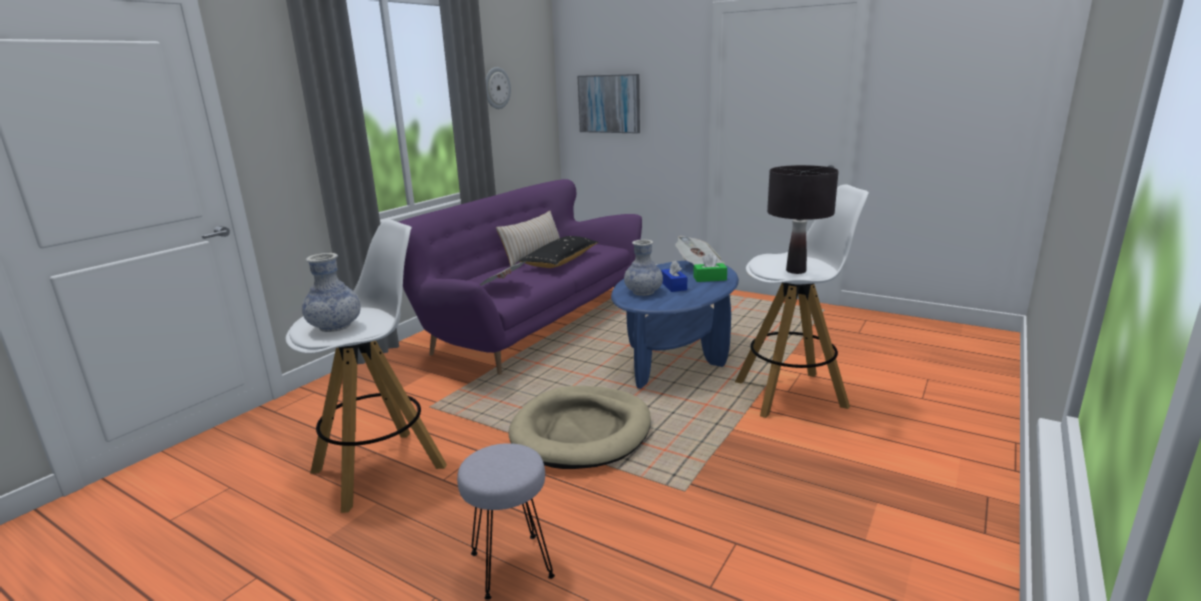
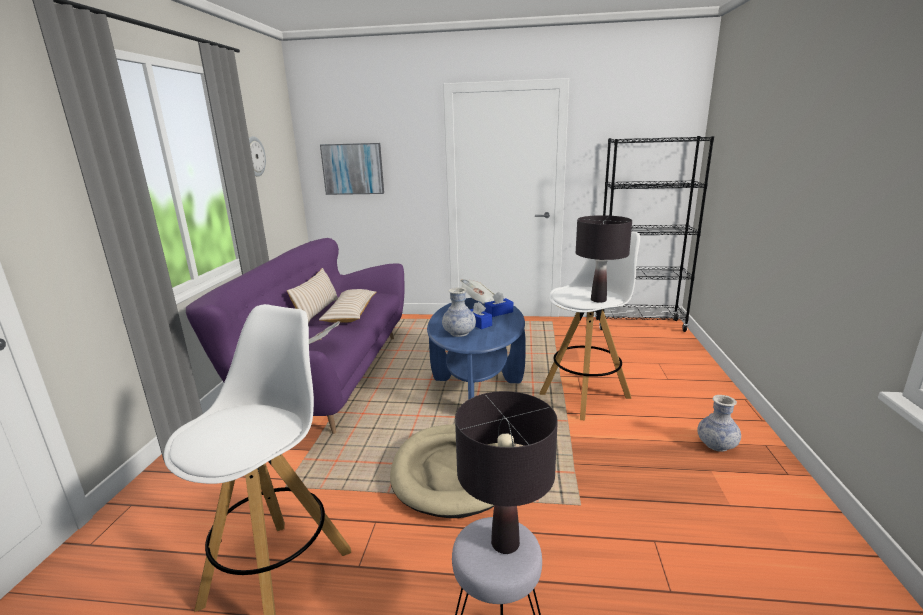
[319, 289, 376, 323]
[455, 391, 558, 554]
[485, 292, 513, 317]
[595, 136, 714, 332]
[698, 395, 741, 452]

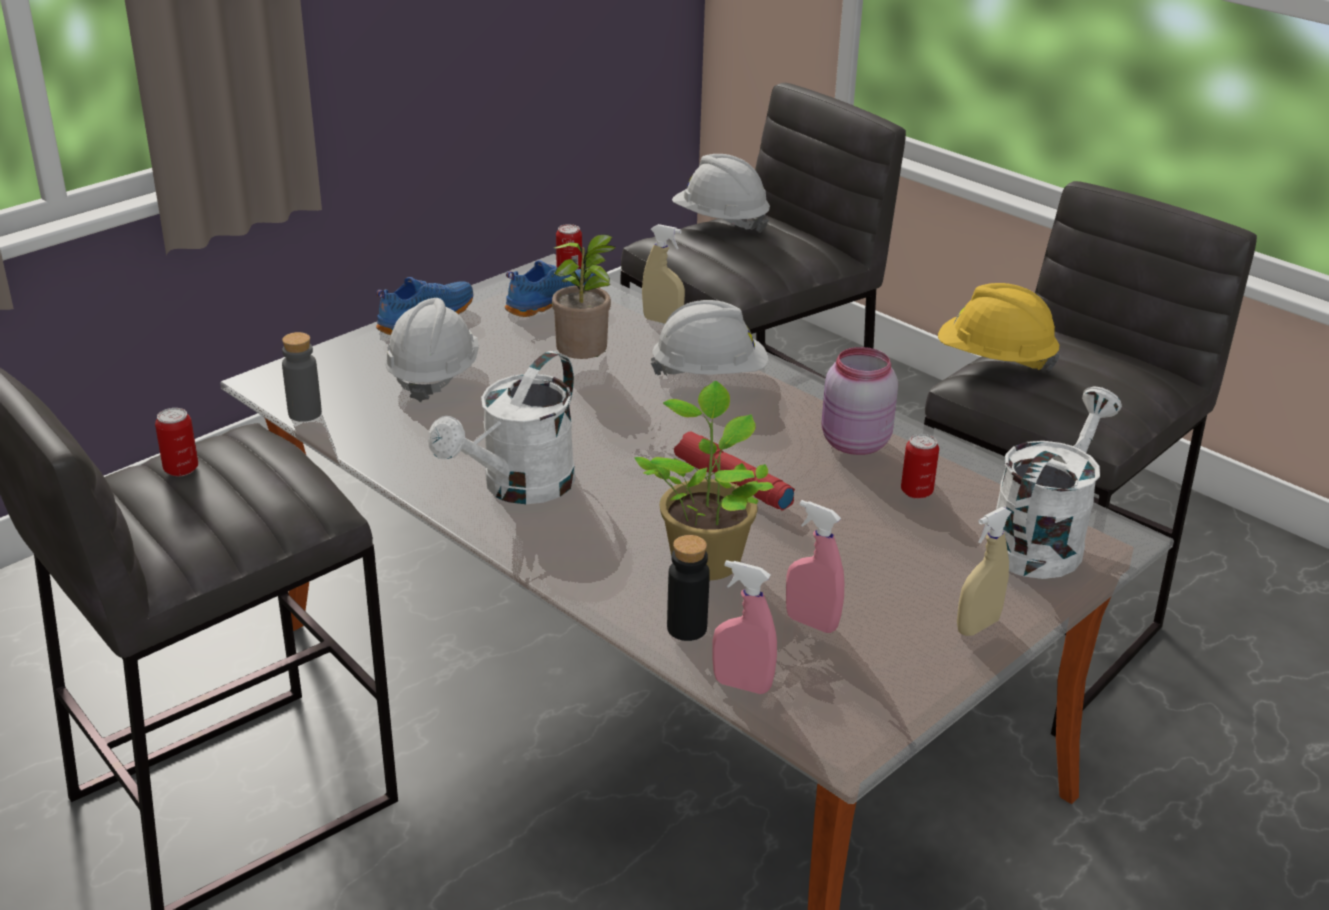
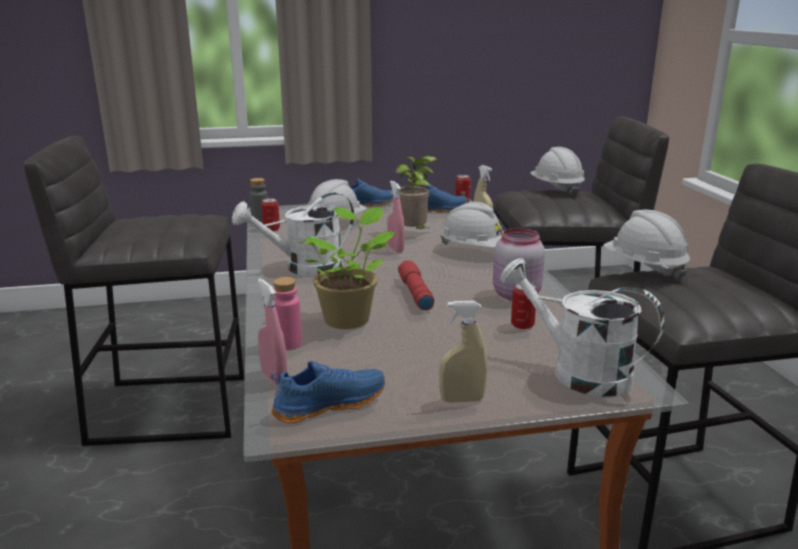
[261, 198, 280, 231]
[271, 361, 385, 423]
[273, 277, 302, 350]
[387, 181, 405, 253]
[500, 258, 664, 397]
[603, 210, 690, 281]

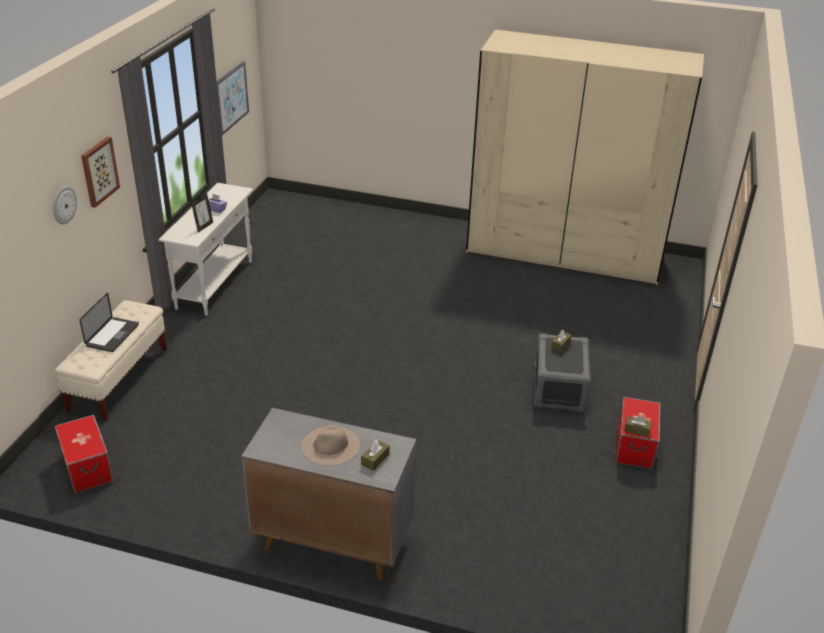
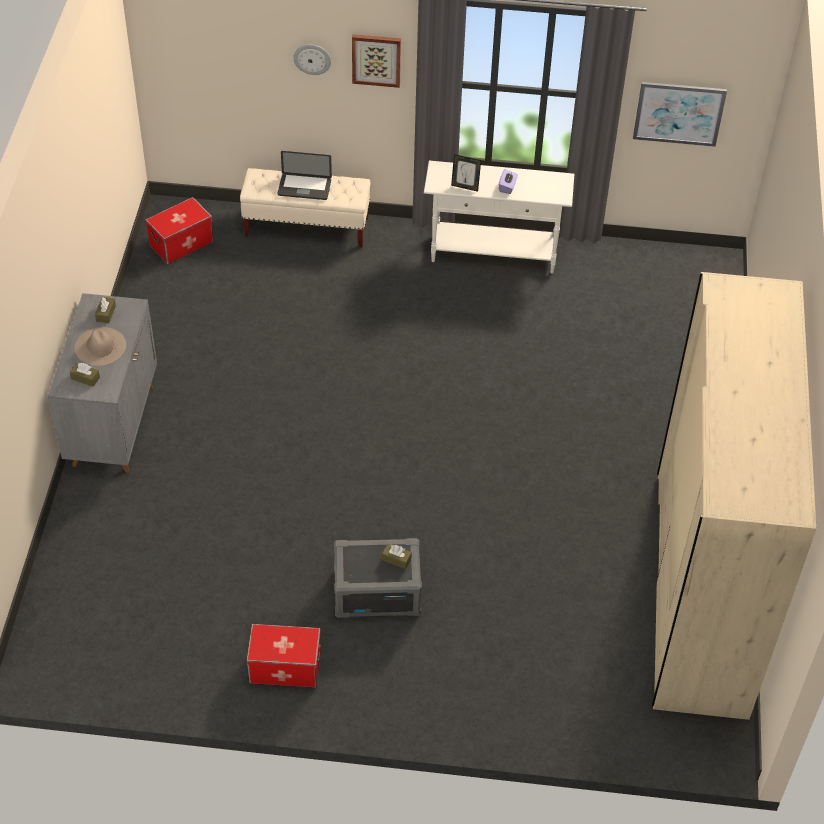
[95, 297, 116, 323]

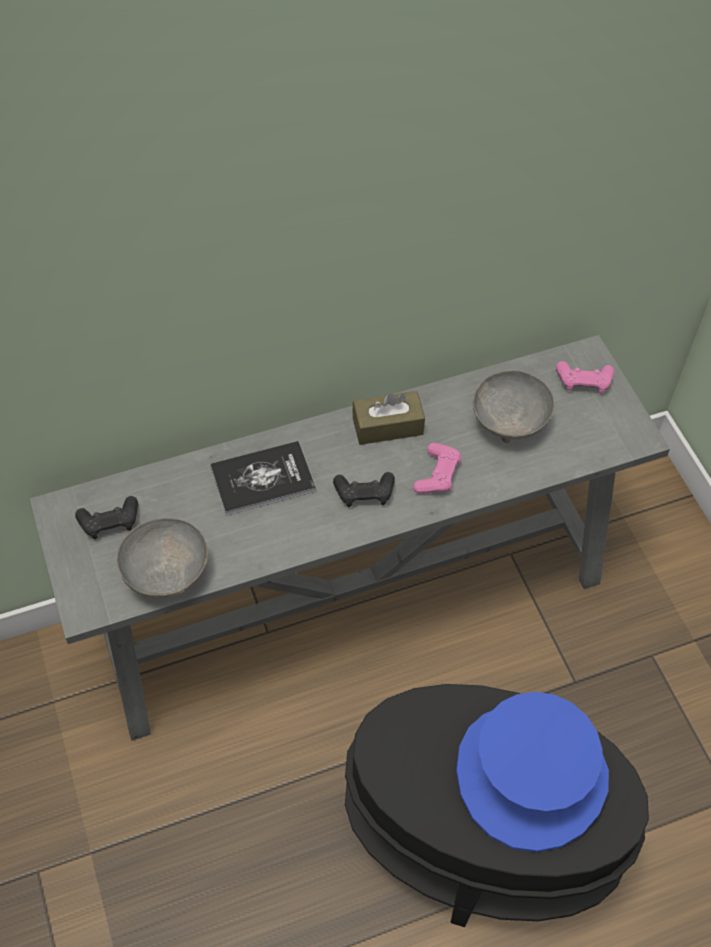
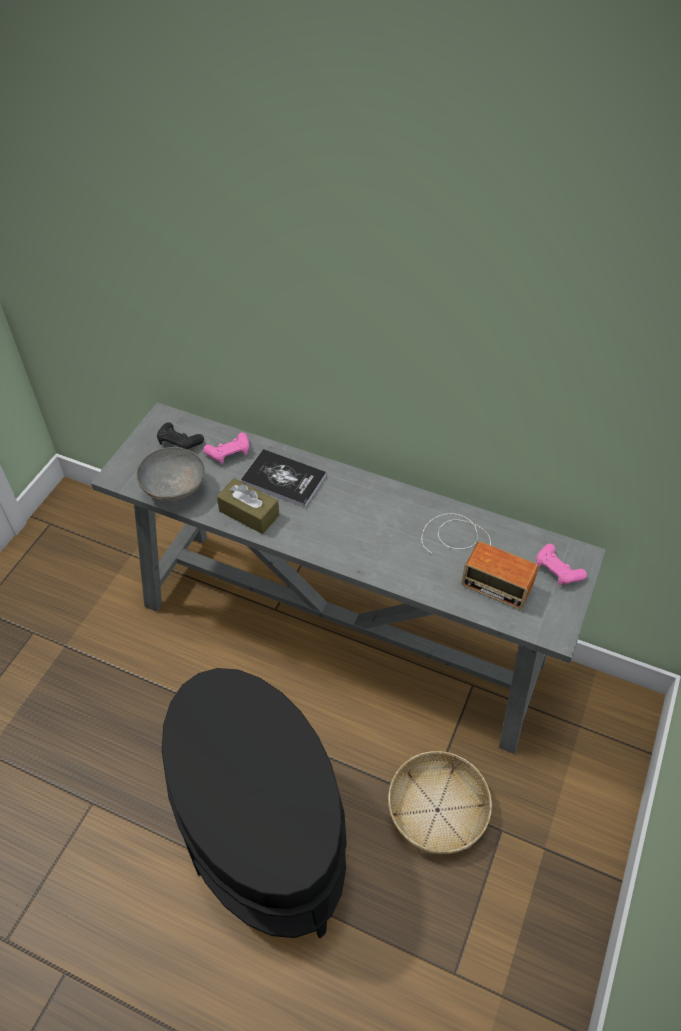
[203, 432, 249, 464]
[217, 478, 279, 534]
[388, 751, 492, 854]
[421, 513, 539, 610]
[333, 472, 395, 507] (first image)
[456, 692, 609, 852] (first image)

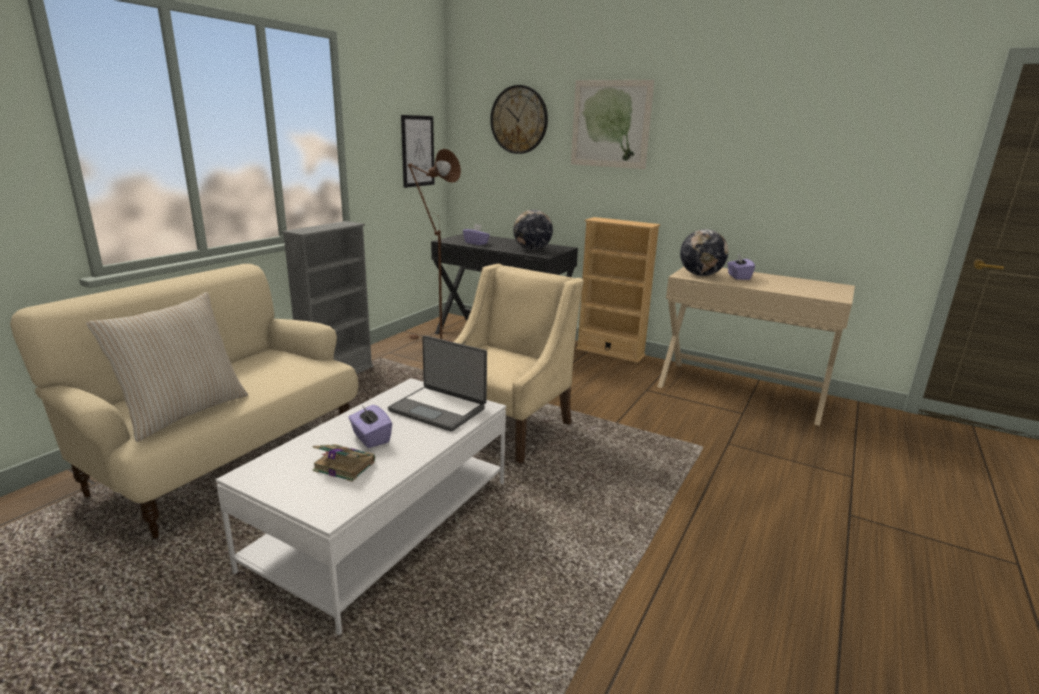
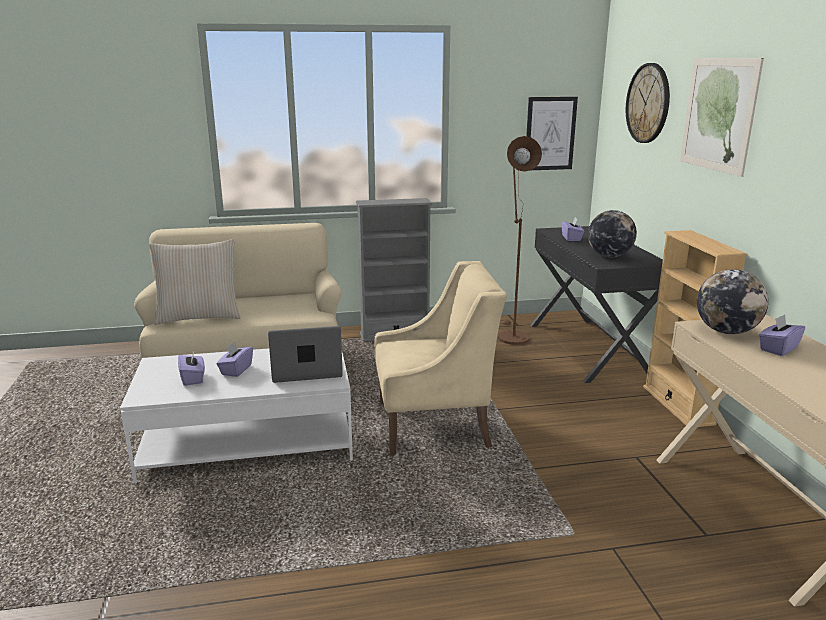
[178, 351, 205, 386]
[268, 326, 343, 383]

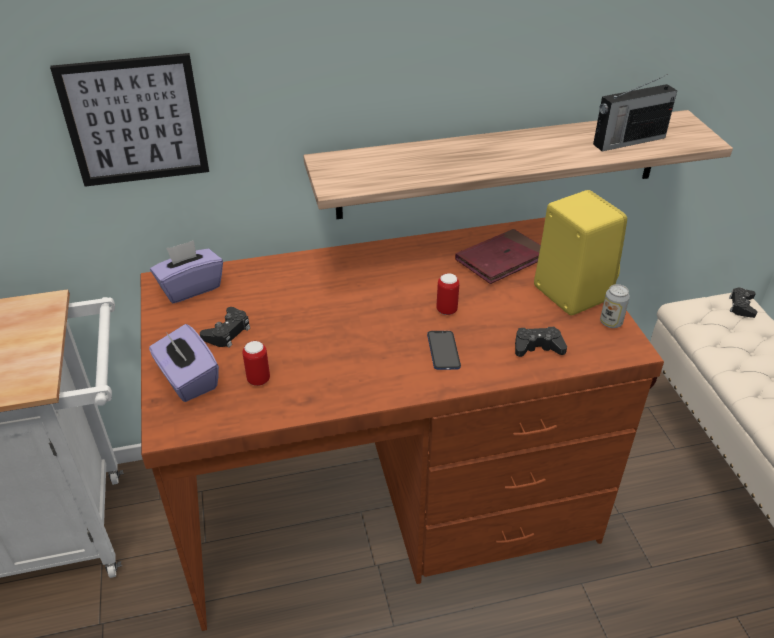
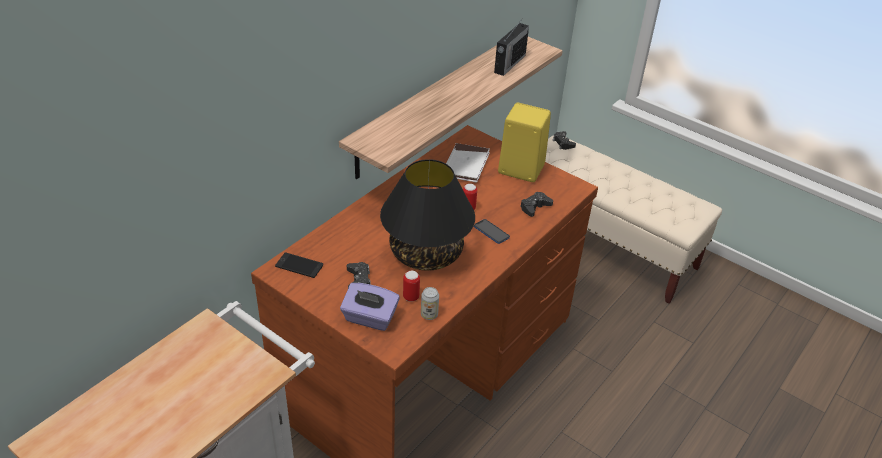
[275, 253, 323, 278]
[380, 159, 475, 271]
[421, 287, 439, 320]
[446, 143, 490, 183]
[50, 53, 209, 187] (first image)

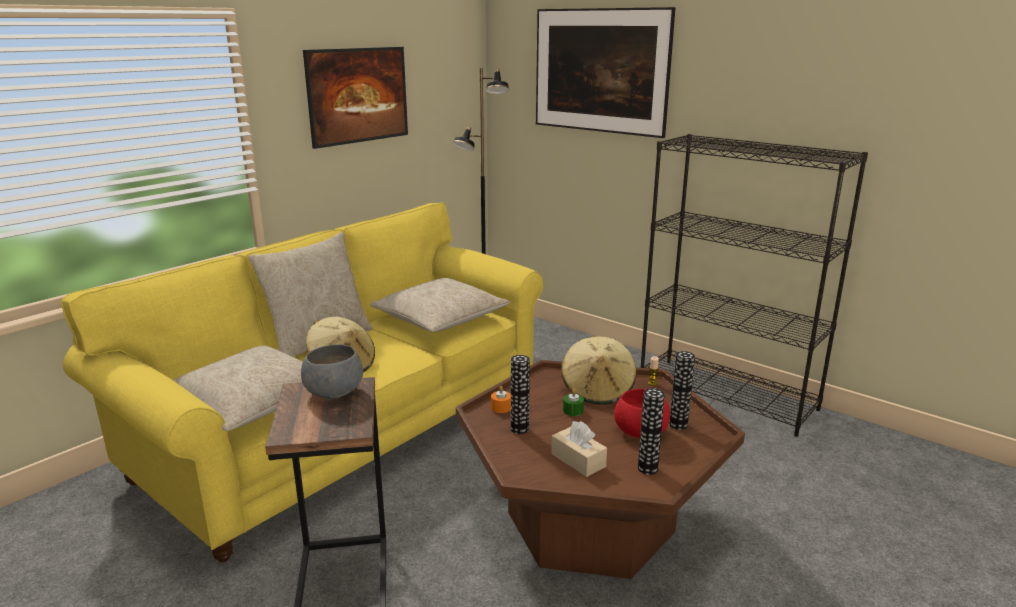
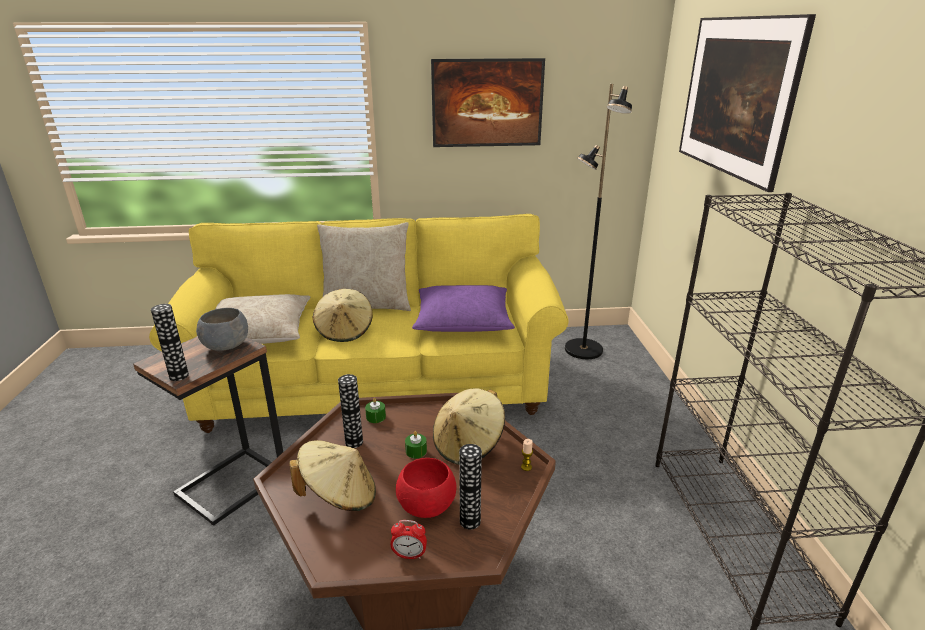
[151, 304, 189, 381]
[289, 440, 376, 511]
[365, 398, 386, 423]
[390, 520, 427, 559]
[412, 285, 515, 332]

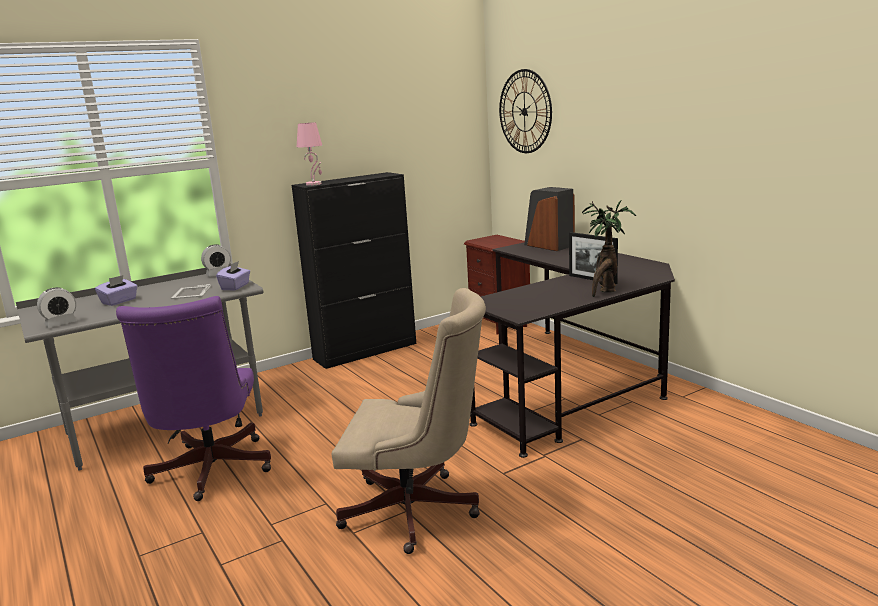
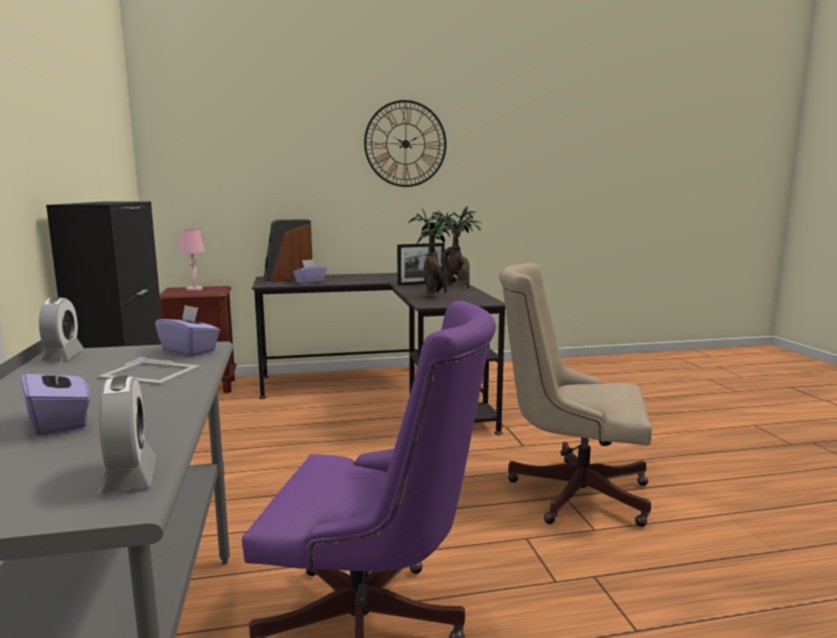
[178, 229, 205, 291]
[293, 259, 326, 284]
[364, 100, 447, 187]
[408, 208, 458, 297]
[499, 263, 652, 527]

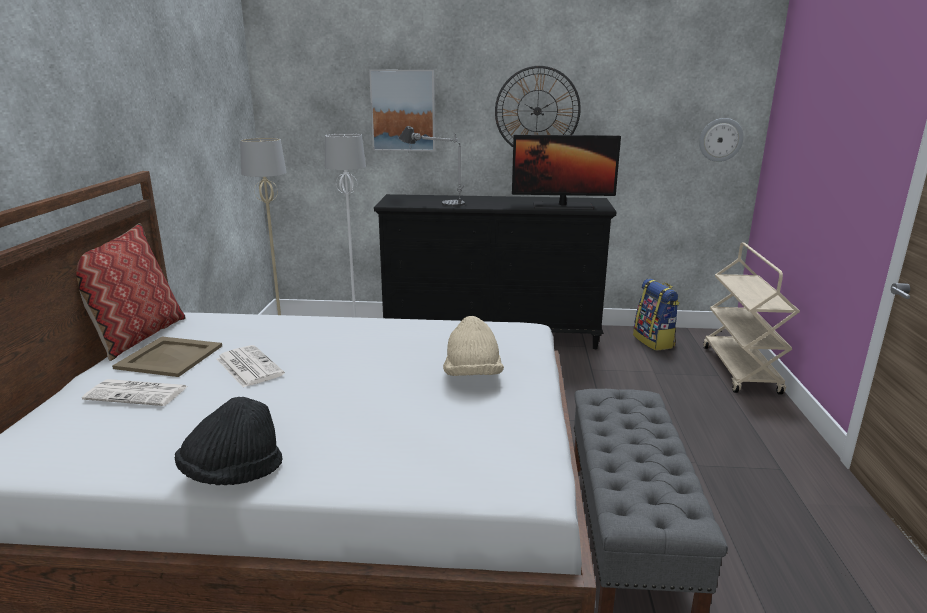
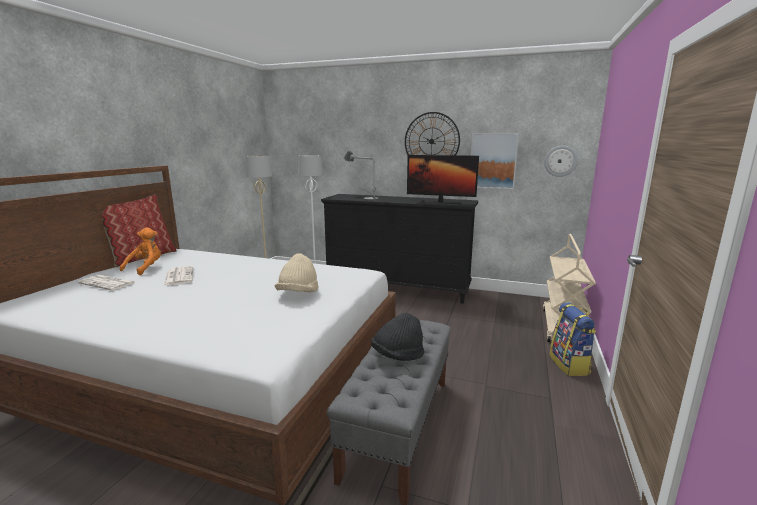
[120, 227, 161, 275]
[371, 313, 425, 361]
[471, 133, 519, 189]
[549, 302, 596, 376]

